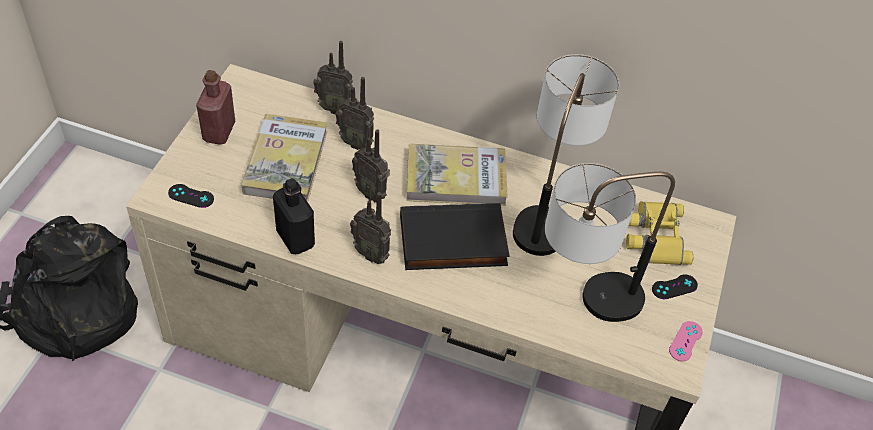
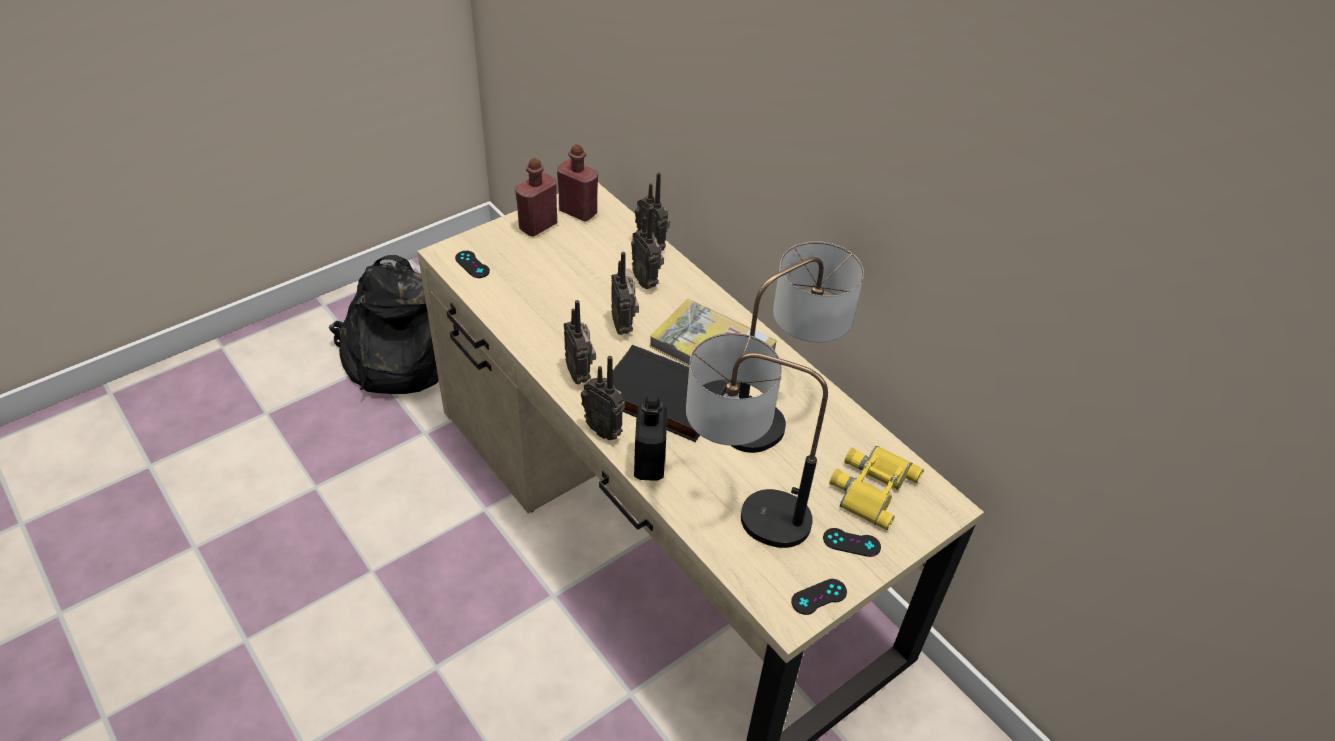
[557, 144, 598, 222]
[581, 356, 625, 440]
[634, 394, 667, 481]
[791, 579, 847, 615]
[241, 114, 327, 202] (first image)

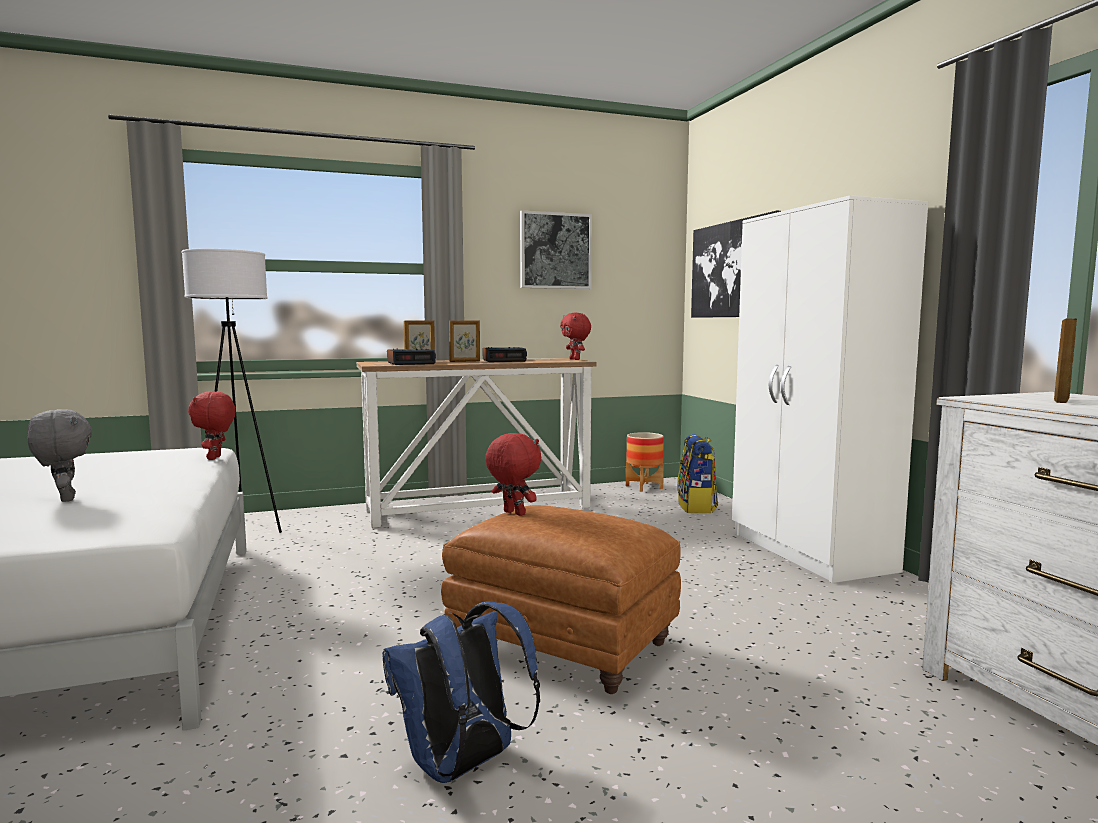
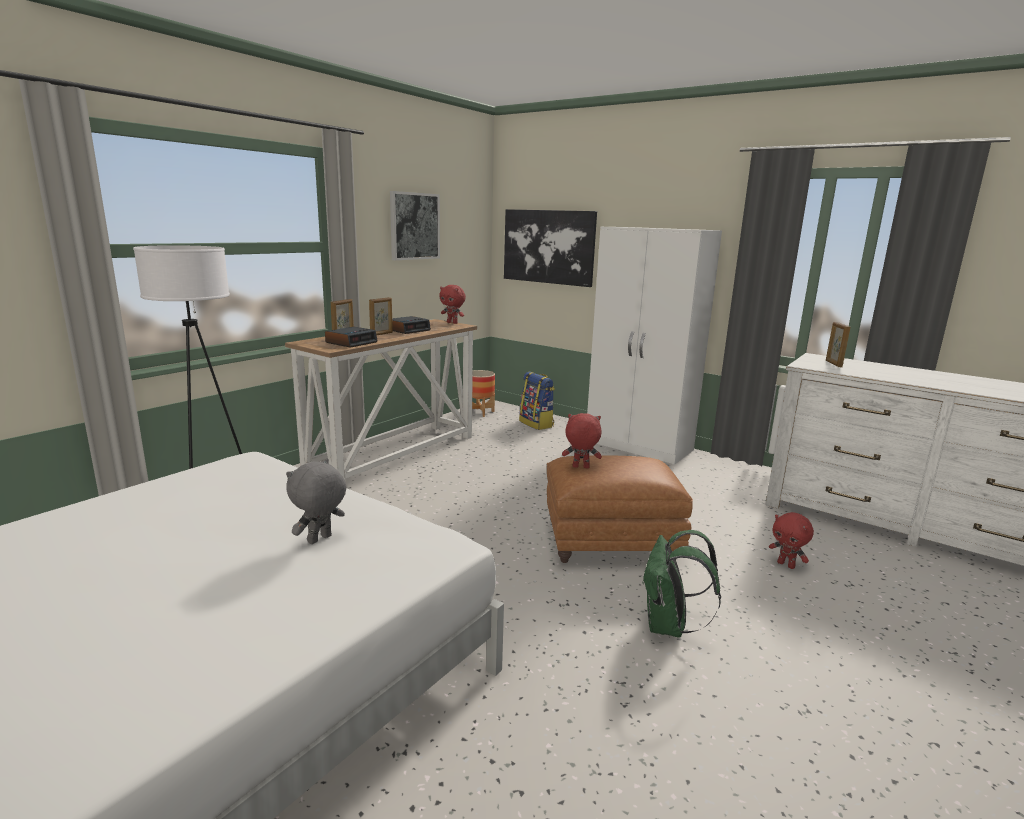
[286, 459, 347, 544]
[642, 530, 721, 637]
[769, 512, 814, 569]

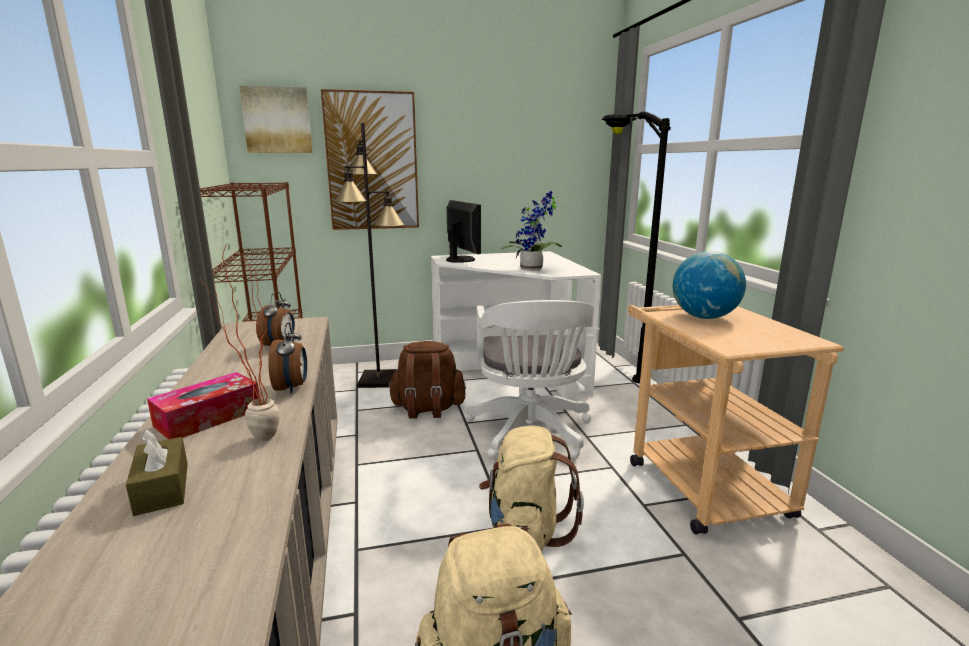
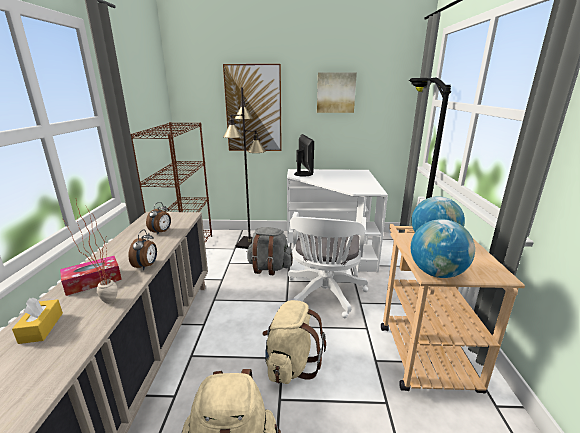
[12, 298, 63, 344]
[247, 227, 293, 275]
[317, 72, 357, 113]
[411, 219, 475, 278]
[501, 191, 562, 271] (first image)

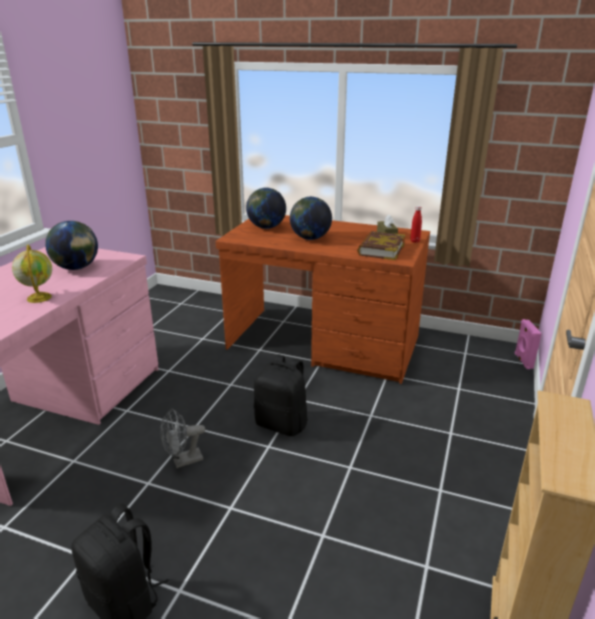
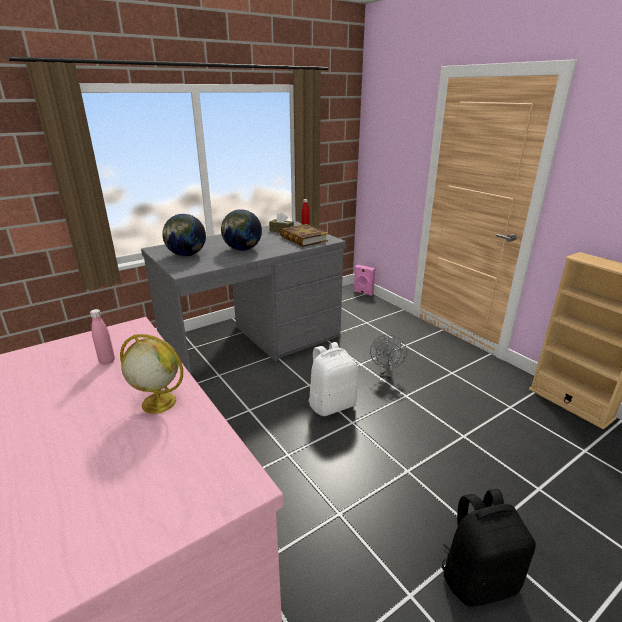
[90, 309, 115, 365]
[141, 221, 346, 374]
[309, 342, 358, 416]
[370, 335, 407, 377]

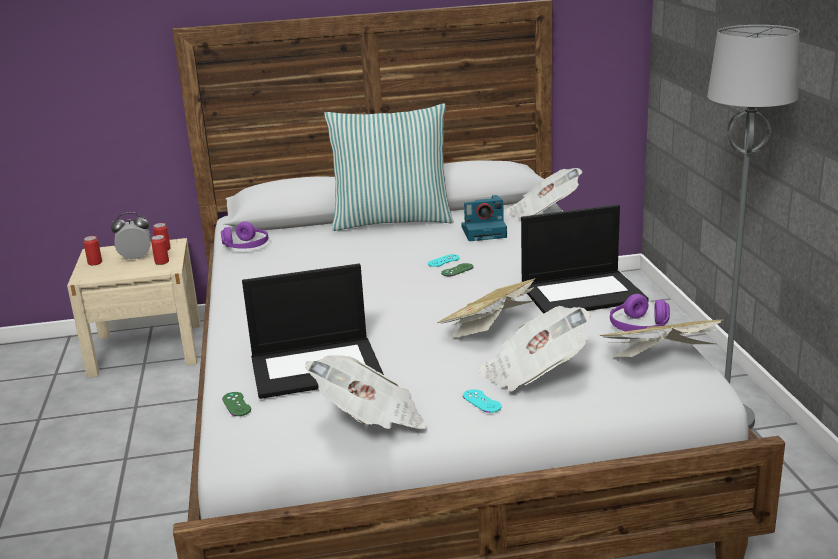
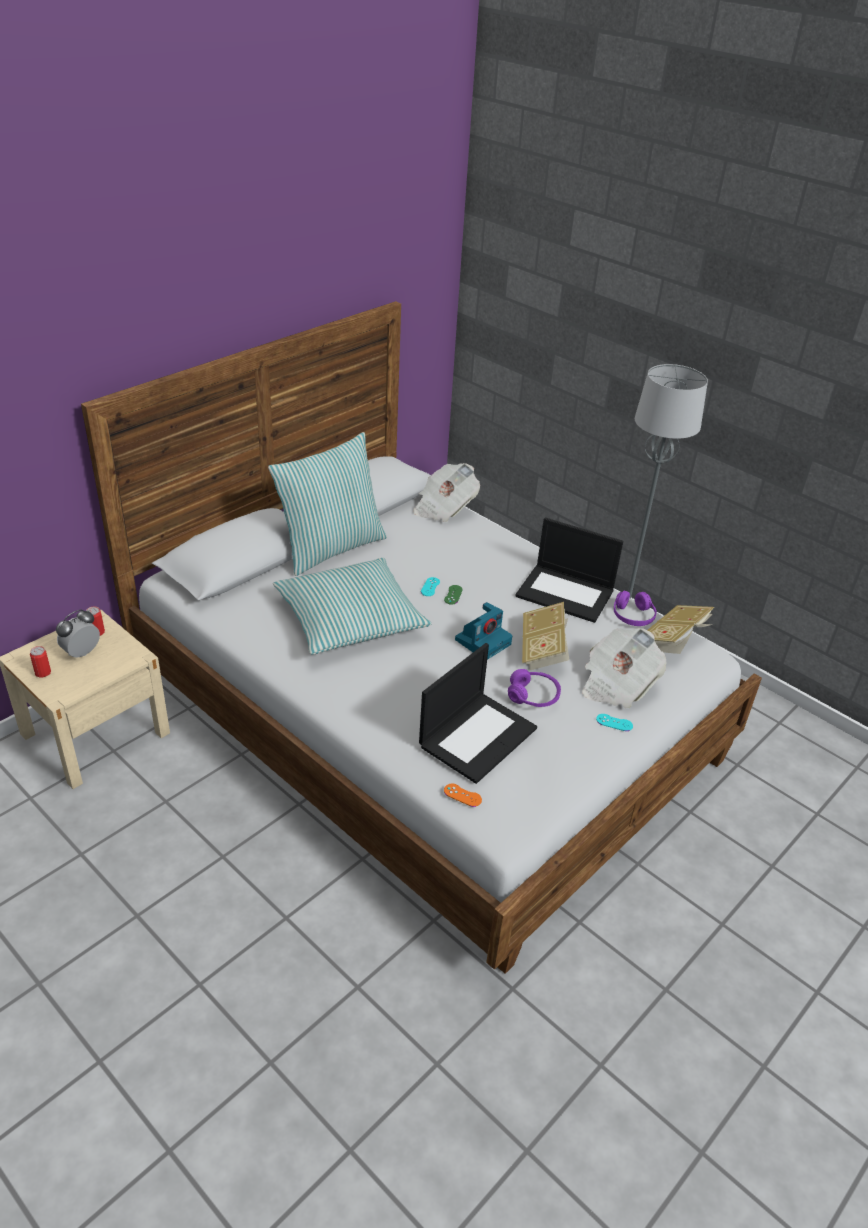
[273, 558, 432, 655]
[444, 784, 482, 807]
[455, 602, 512, 660]
[508, 669, 561, 707]
[515, 518, 623, 623]
[151, 235, 169, 265] (first image)
[305, 355, 428, 429] (first image)

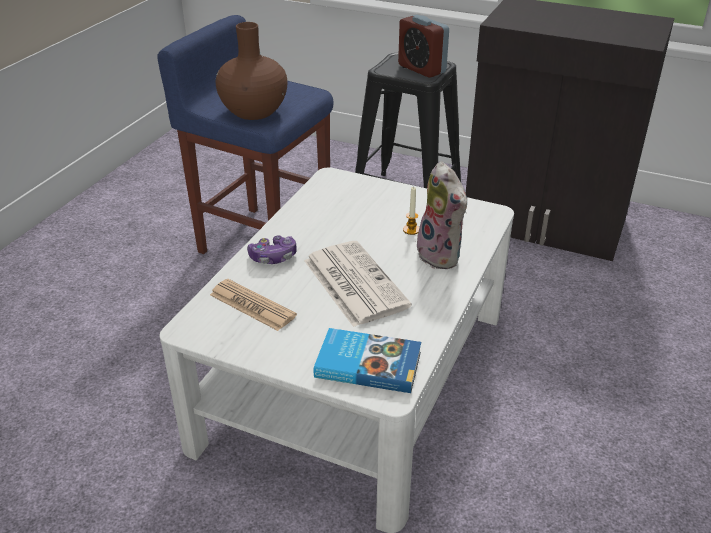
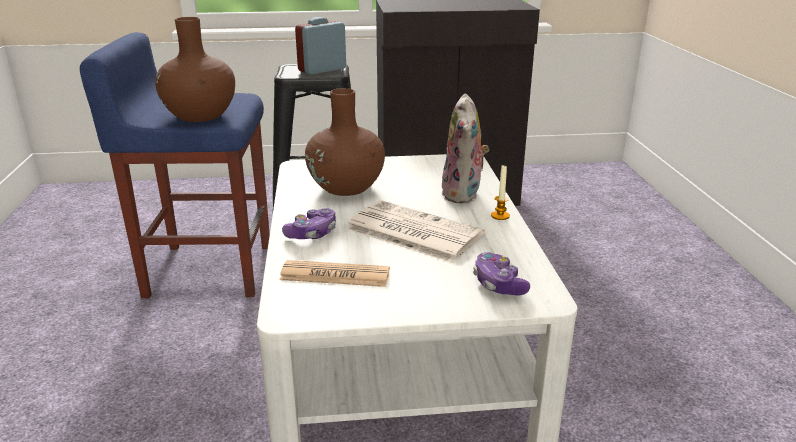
[295, 17, 346, 75]
[305, 88, 385, 196]
[441, 94, 490, 203]
[473, 252, 530, 296]
[491, 165, 510, 220]

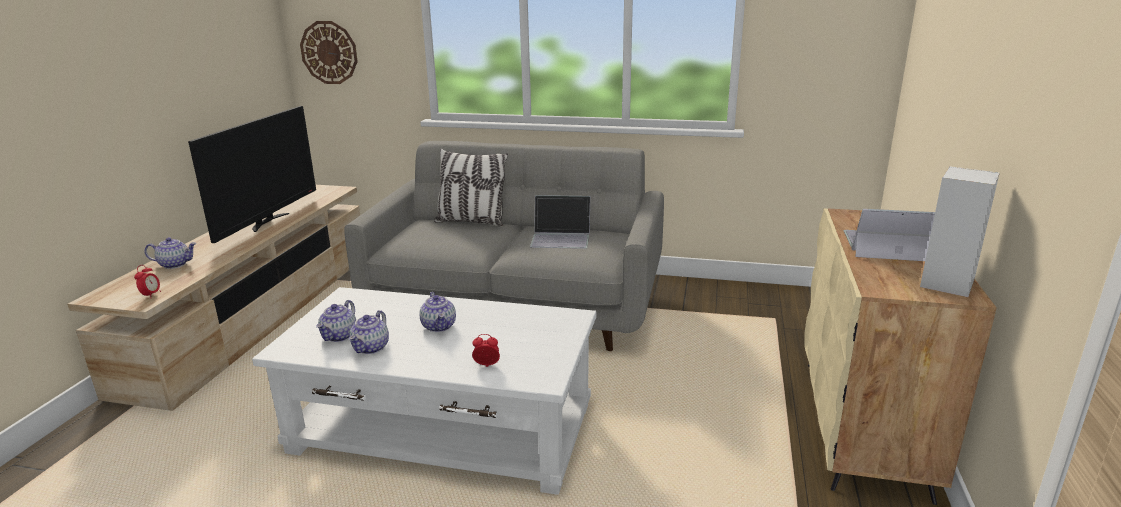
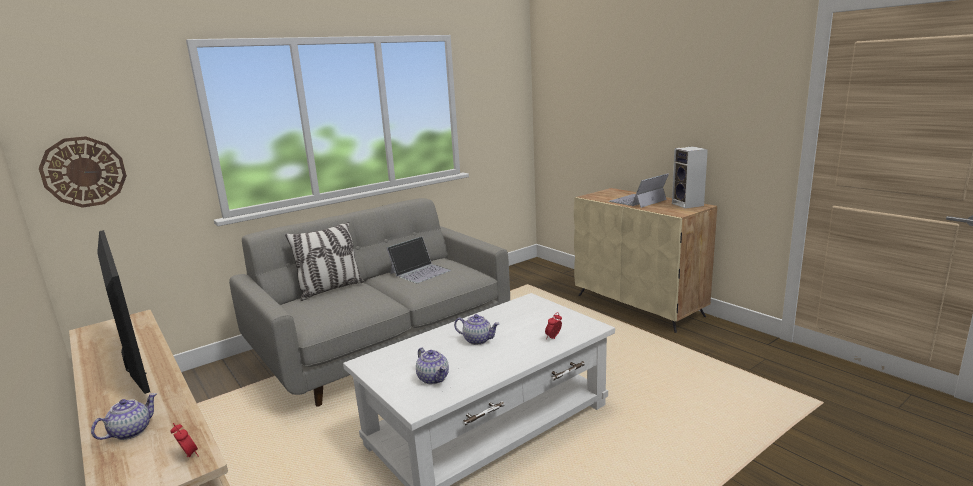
[349, 310, 389, 354] (first image)

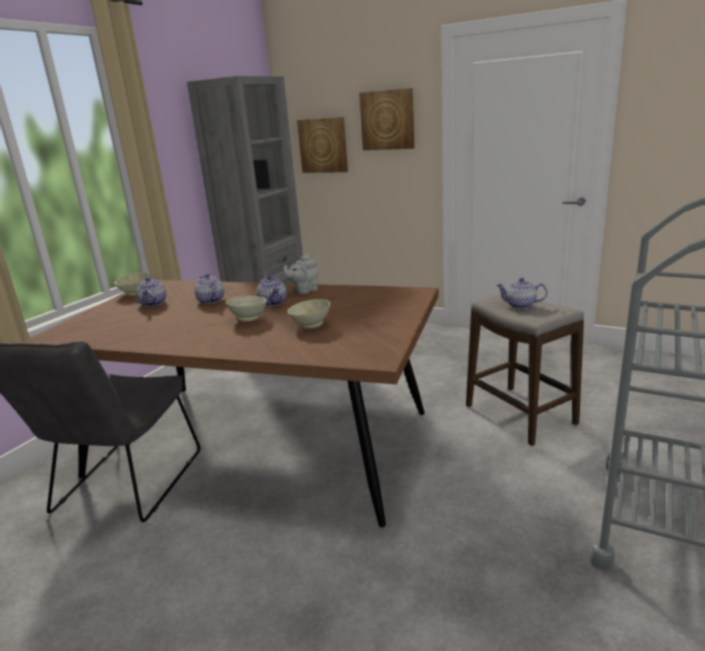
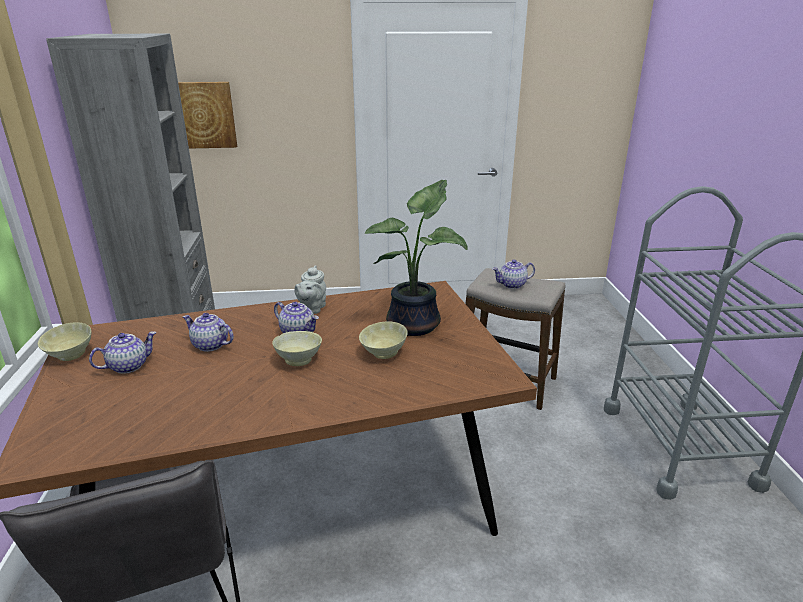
[89, 331, 156, 374]
[364, 180, 468, 336]
[359, 88, 414, 150] (first image)

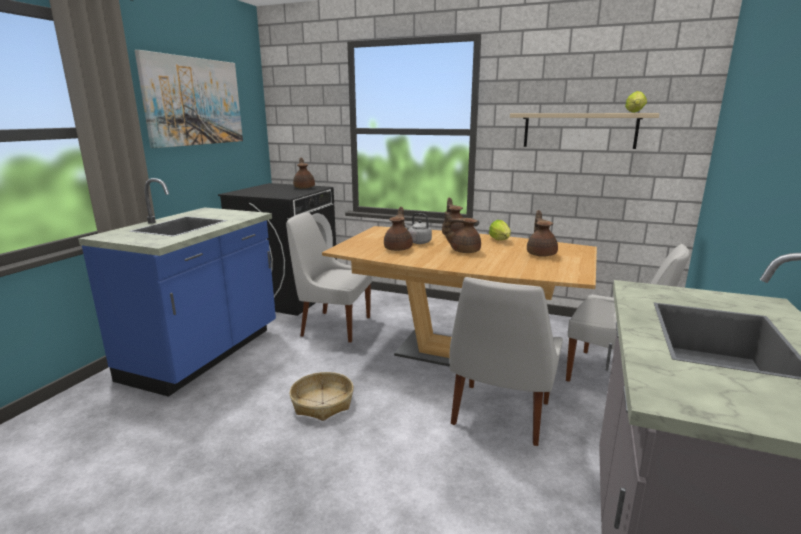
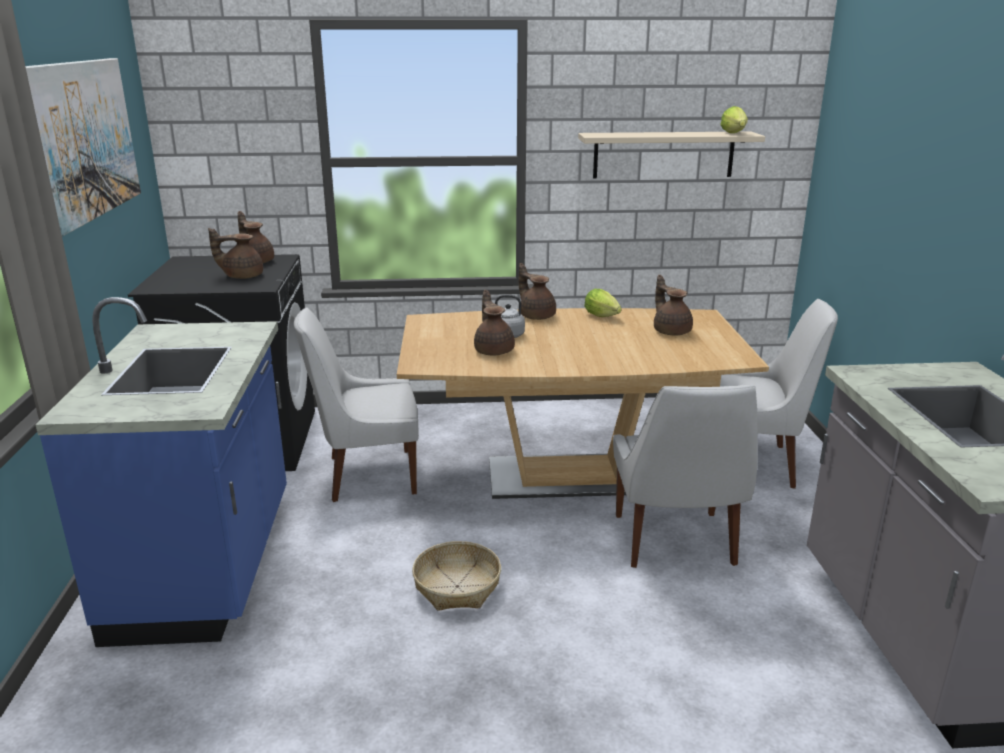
[208, 228, 263, 279]

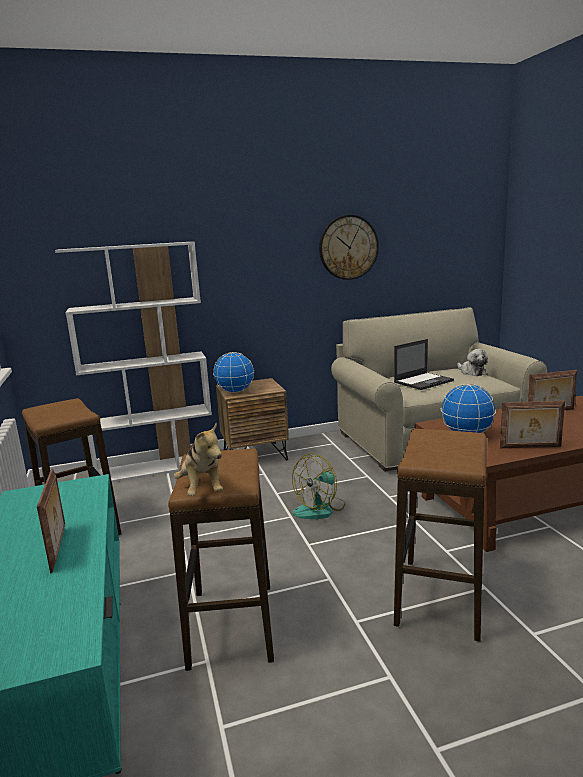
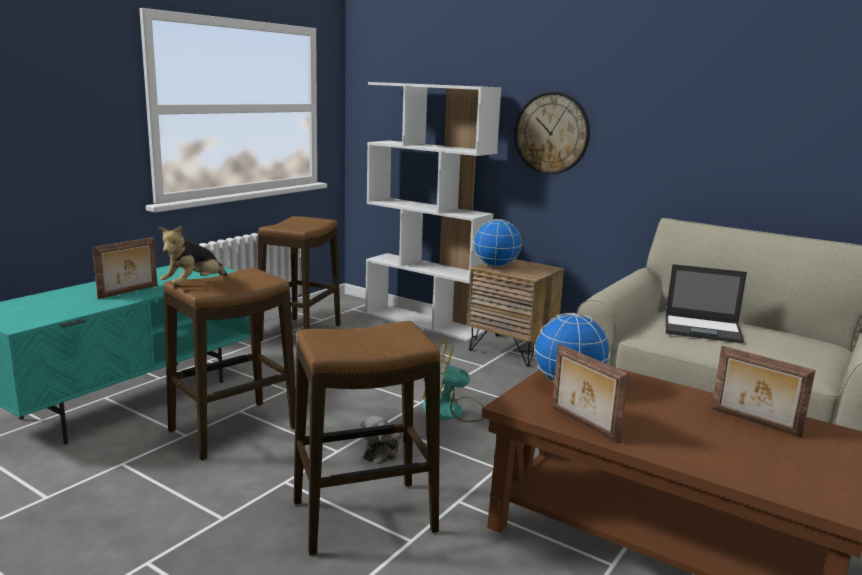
[360, 416, 403, 464]
[514, 92, 590, 174]

